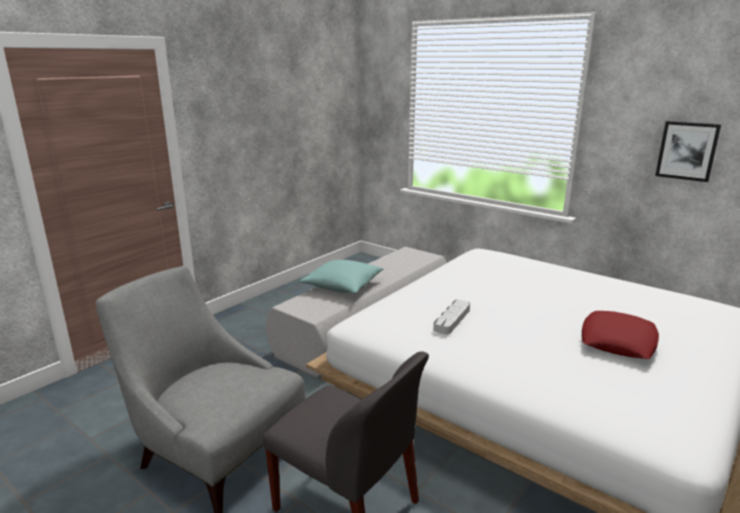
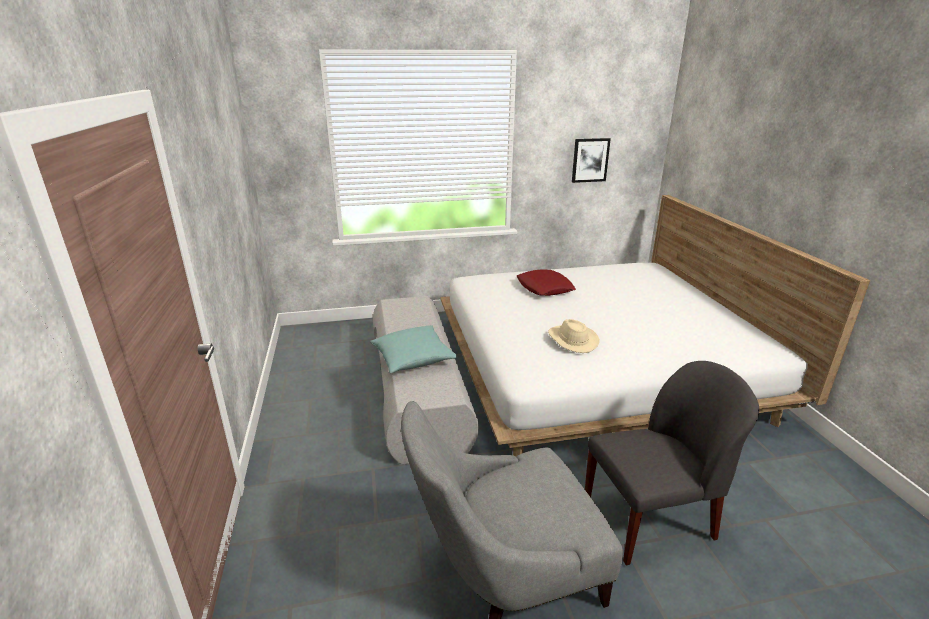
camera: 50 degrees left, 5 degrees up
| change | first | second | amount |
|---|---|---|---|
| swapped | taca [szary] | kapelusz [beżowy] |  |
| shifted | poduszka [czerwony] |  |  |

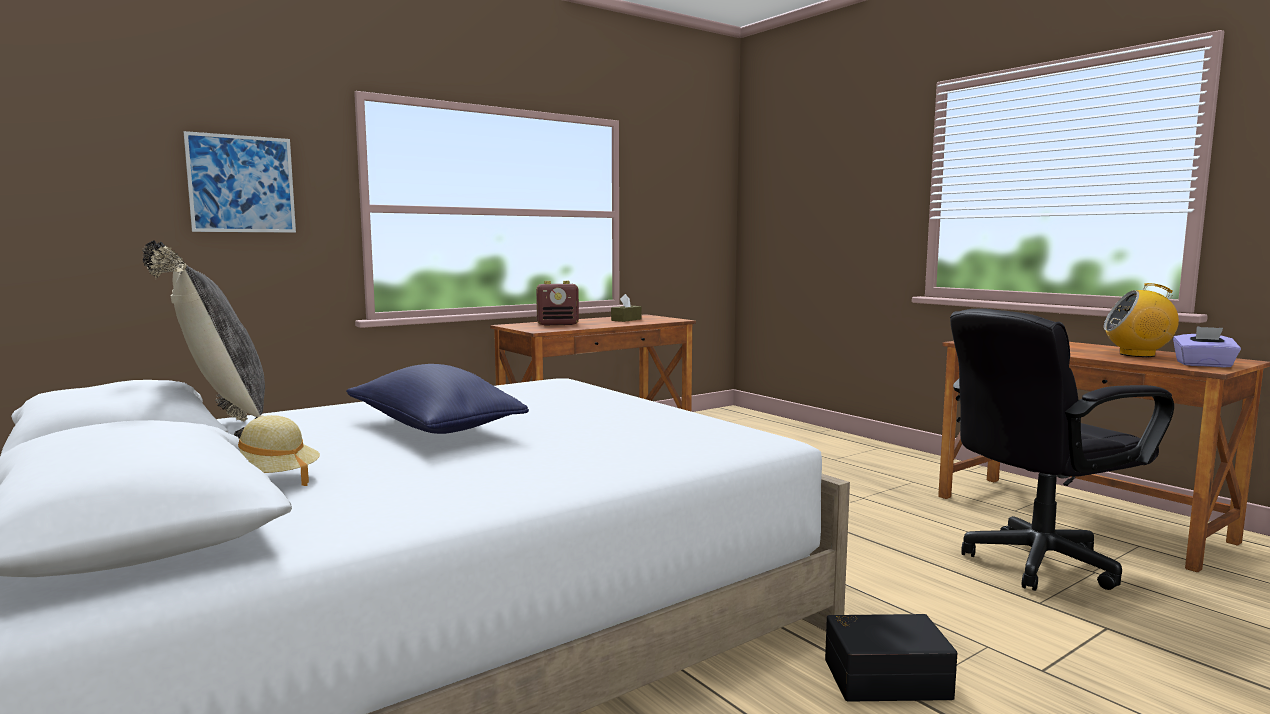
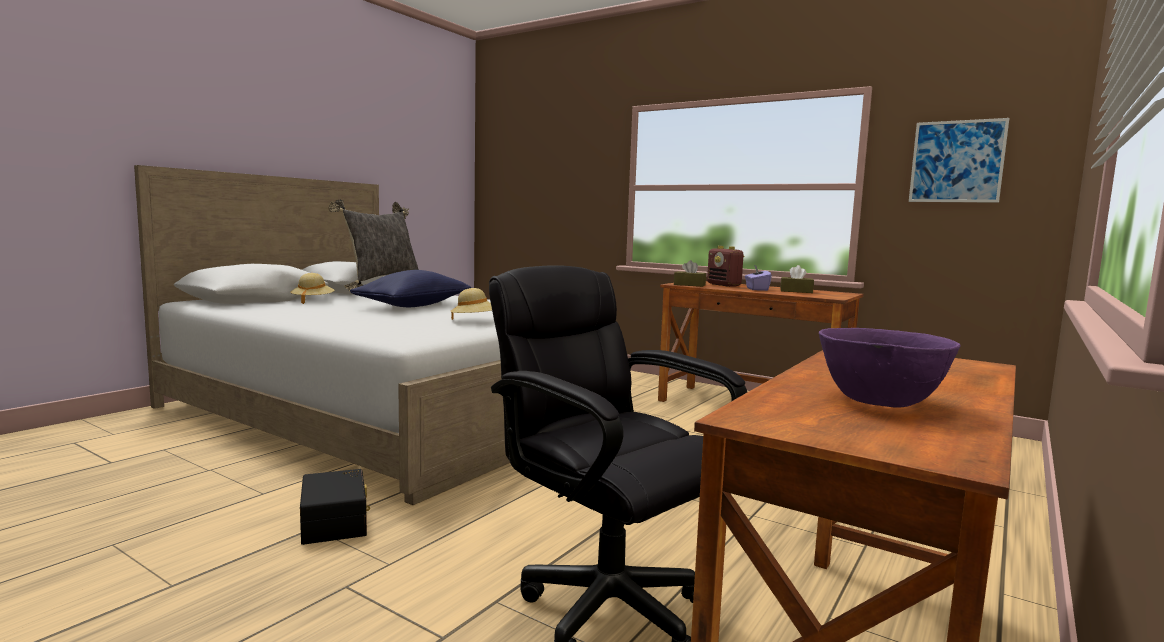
camera: 70 degrees right, 0 degrees up
| change | first | second | amount |
|---|---|---|---|
| shifted | obraz |  |  |
| swapped | radio (no. 2 from left) | miska [fioletowy] |  |
| shifted | pudełko chusteczek [fioletowy] |  |  |
| new |  | pudełko chusteczek [brązowy] (no. 1 from left) |  |
| new |  | kapelusz [beżowy] (no. 2 from left) |  |

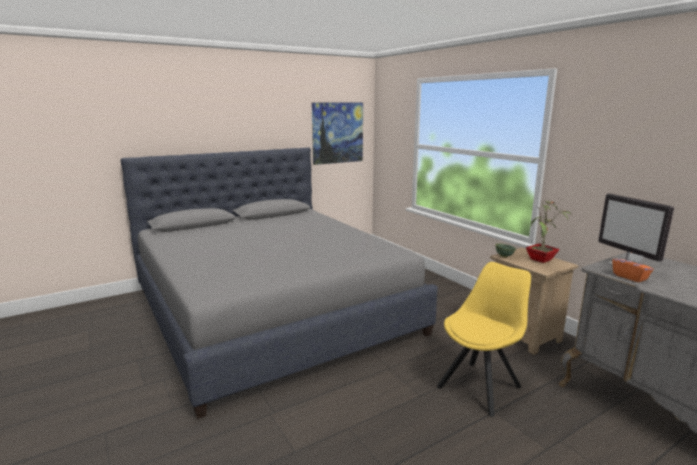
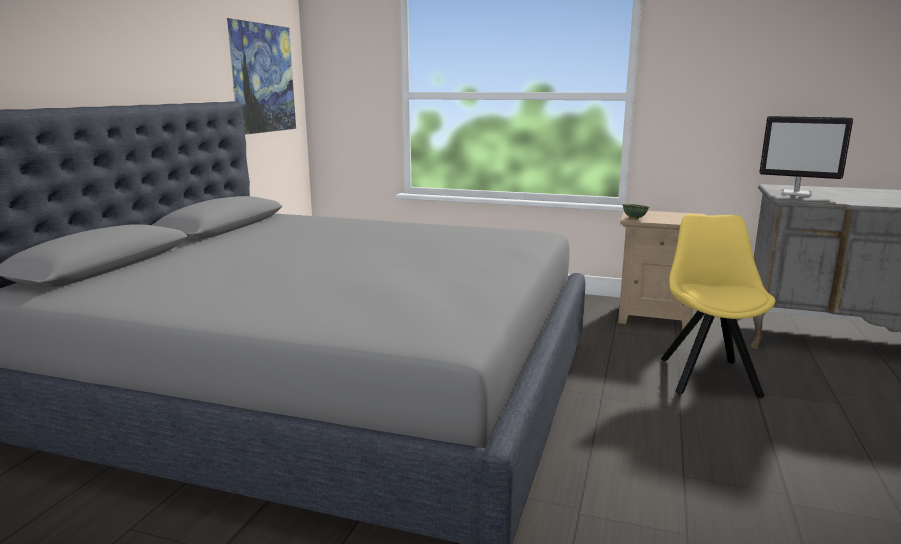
camera: 40 degrees left, 0 degrees up
| change | first | second | amount |
|---|---|---|---|
| gone | roślina doniczkowa |  |  |
| gone | pudełko chusteczek [pomarańczowy] |  |  |

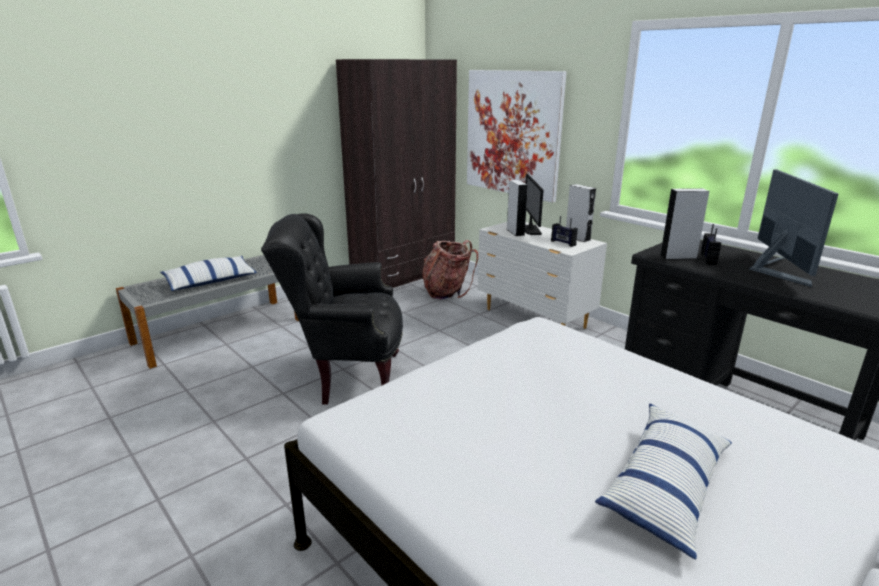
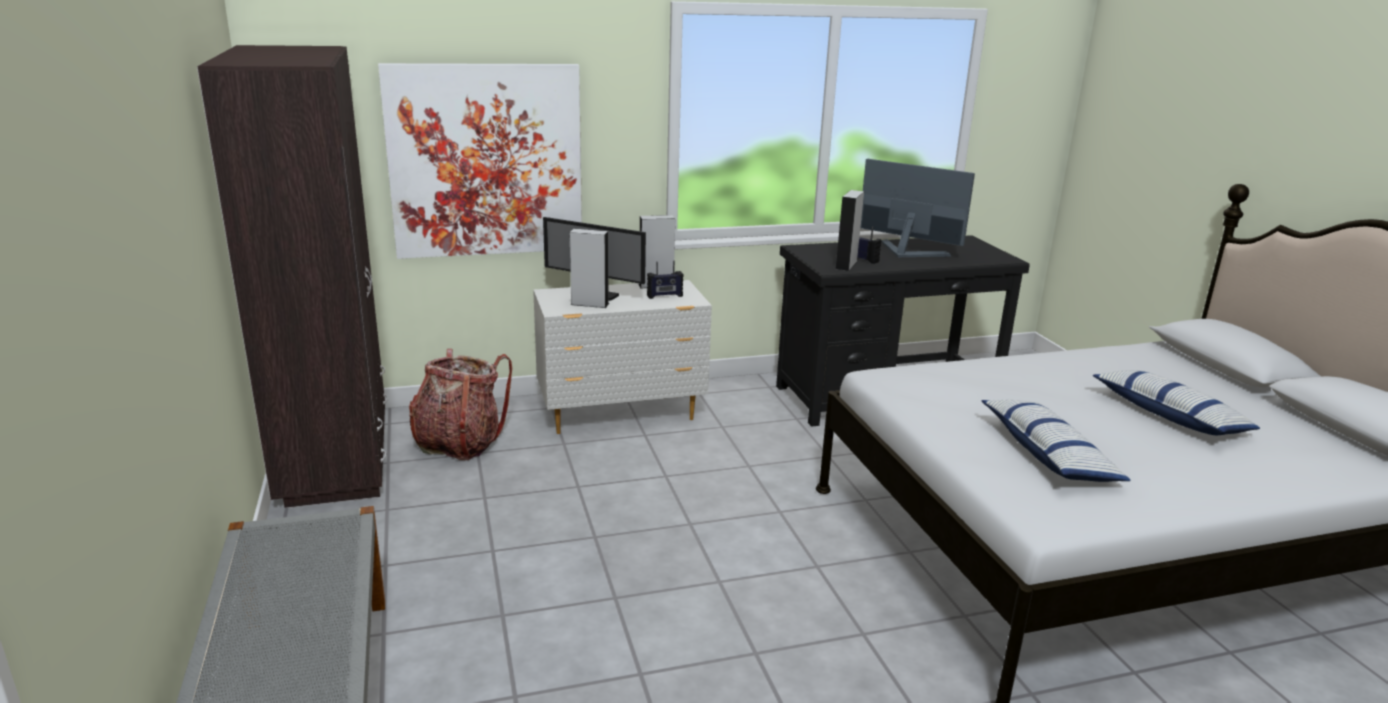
camera: 65 degrees left, 0 degrees up
| change | first | second | amount |
|---|---|---|---|
| gone | fotel [czarny] |  |  |
| shifted | poduszka (no. 1 from left) |  |  |

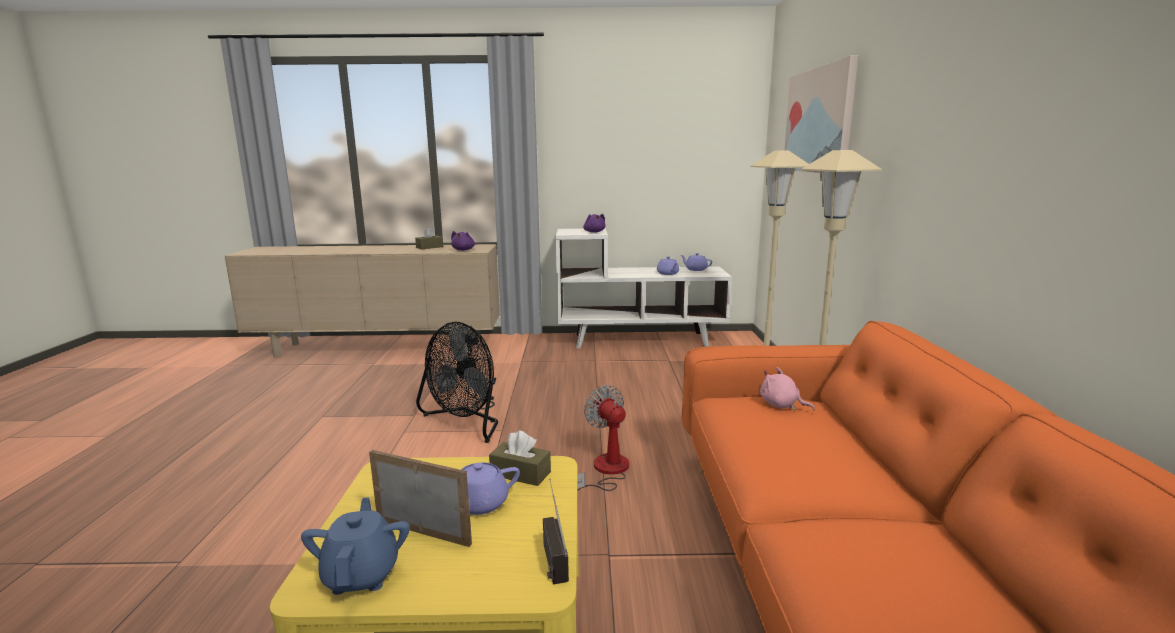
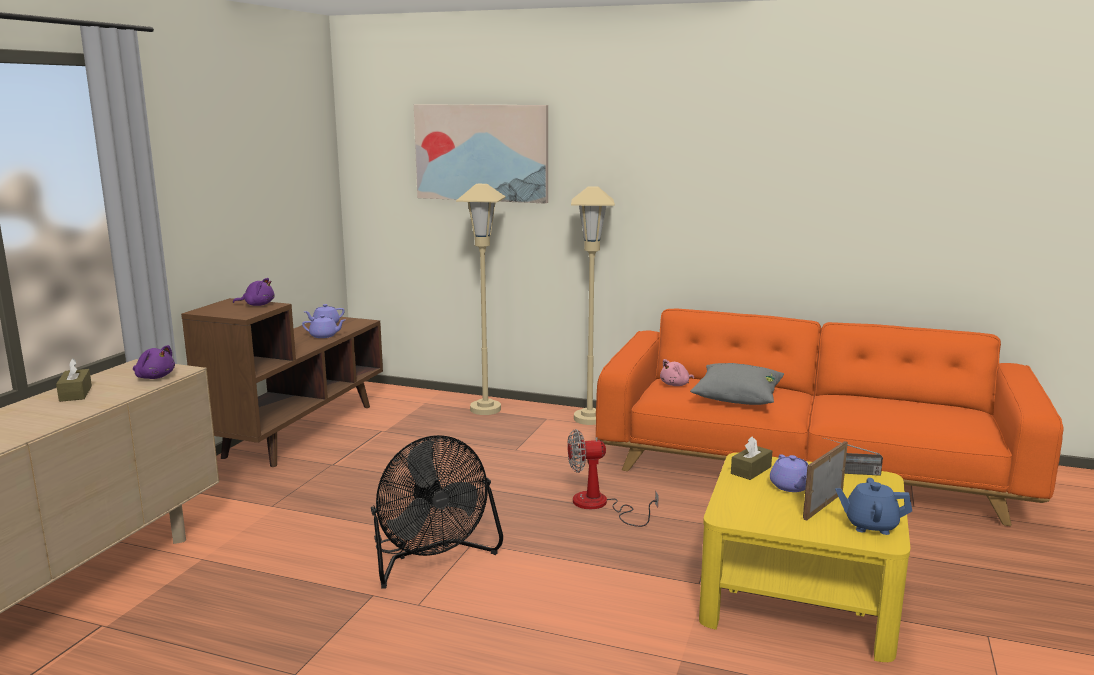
camera: 70 degrees left, 0 degrees up
| change | first | second | amount |
|---|---|---|---|
| repainted | szafka pod telewizor [biały] | szafka pod telewizor [brązowy] |  |
| new |  | poduszka [szary] |  |

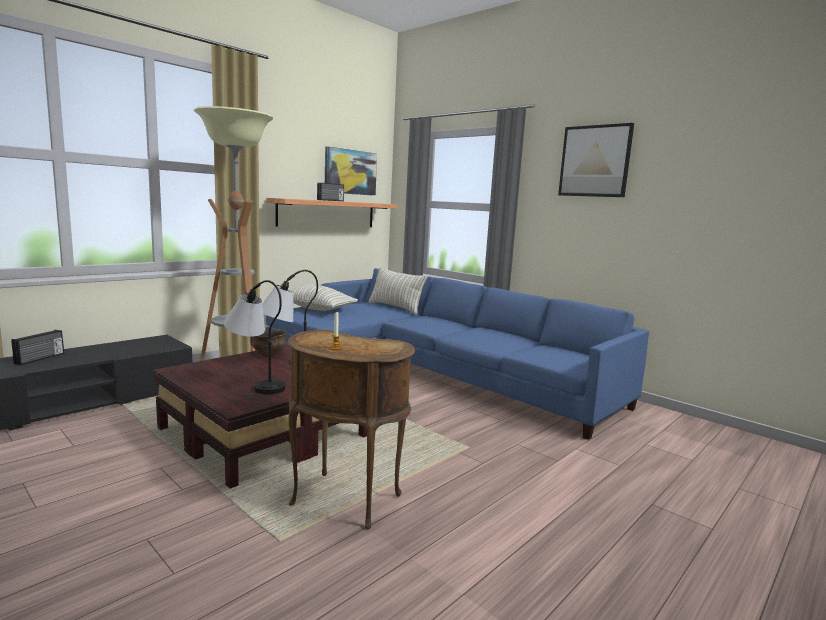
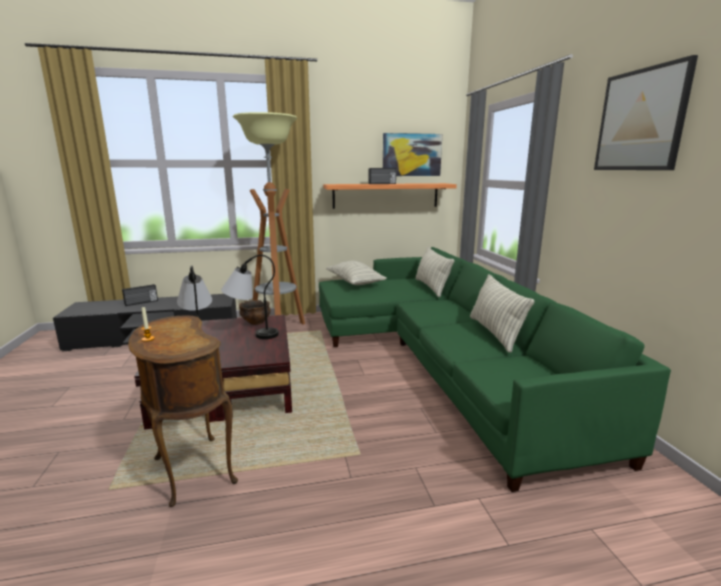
camera: 35 degrees right, 5 degrees up
| change | first | second | amount |
|---|---|---|---|
| repainted | kanapa [niebieski] | kanapa [zielony] |  |
| new |  | poduszka (no. 3 from left) |  |

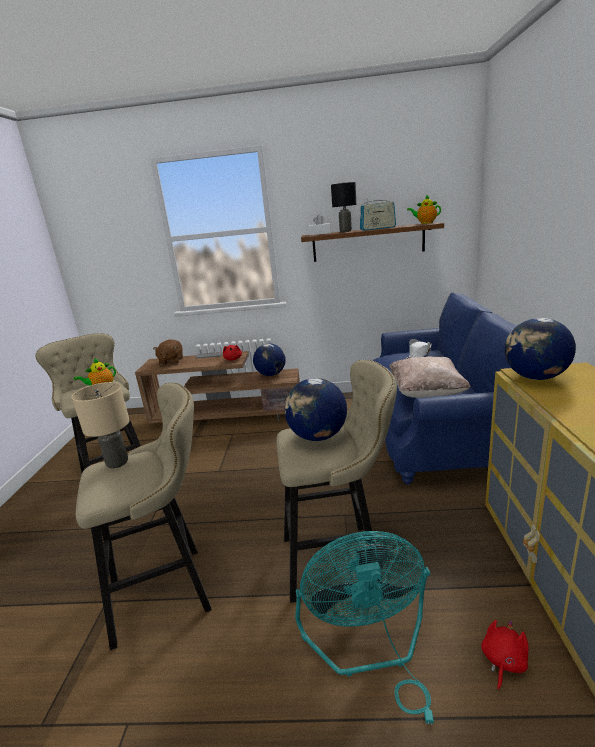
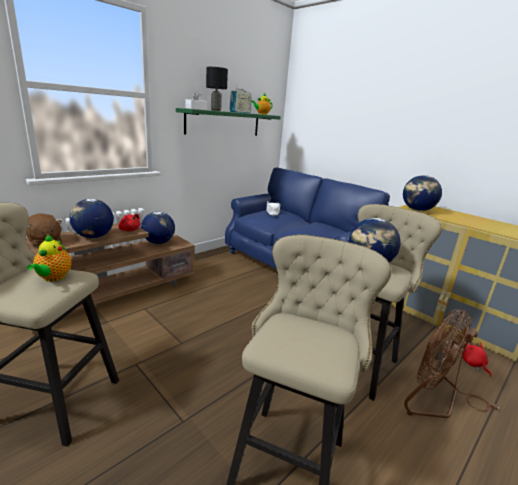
camera: 50 degrees left, 0 degrees up
| change | first | second | amount |
|---|---|---|---|
| repainted | półka [brązowy] | półka [zielony] |  |
| gone | poduszka [beżowy] |  |  |
| gone | lampa stołowa [beżowy] |  |  |
| repainted | wentylator [turkusowy] | wentylator [brązowy] |  |
| new |  | globus (no. 1 from left) |  |

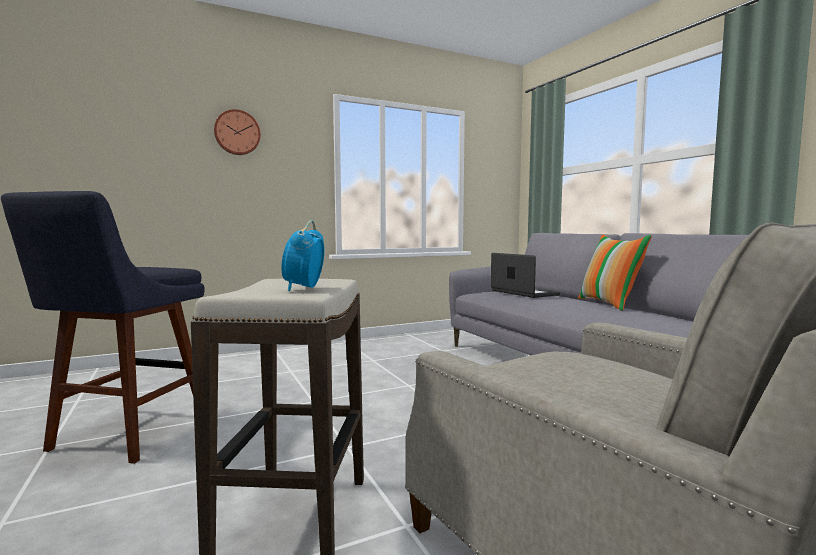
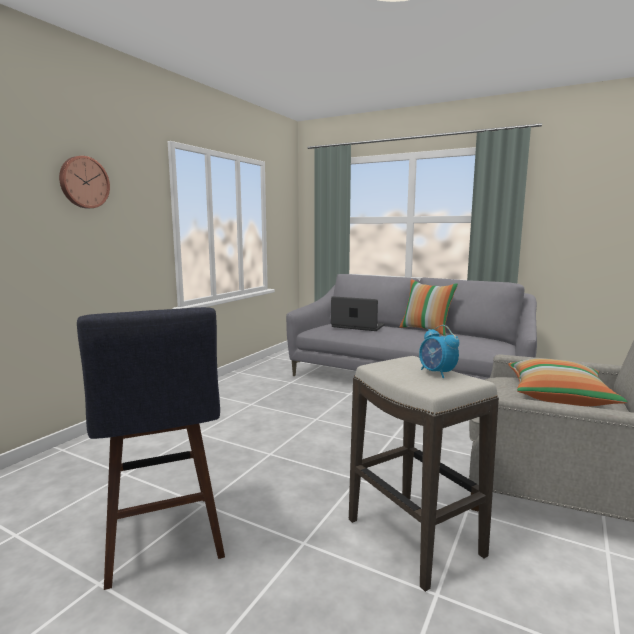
camera: 35 degrees left, 5 degrees up
| change | first | second | amount |
|---|---|---|---|
| new |  | poduszka (no. 2 from left) |  |

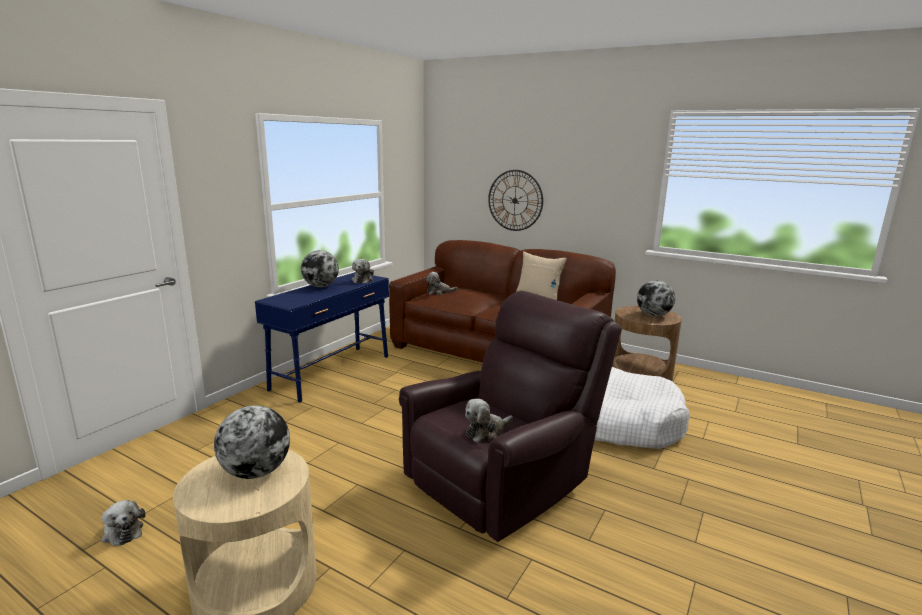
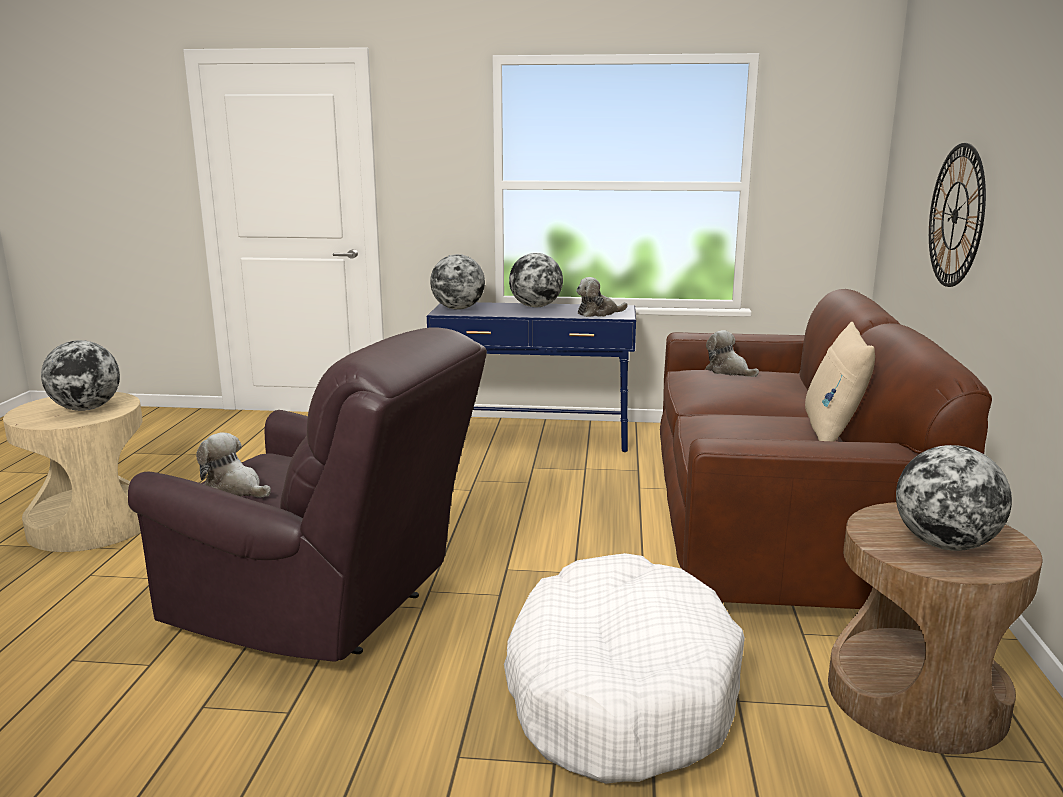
camera: 65 degrees right, 0 degrees up
| change | first | second | amount |
|---|---|---|---|
| gone | pluszak (no. 1 from left) |  |  |
| new |  | globus (no. 2 from left) |  |

